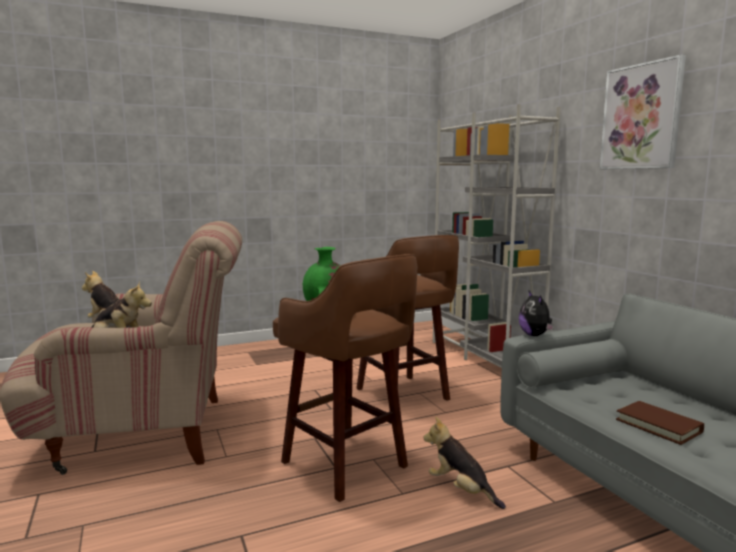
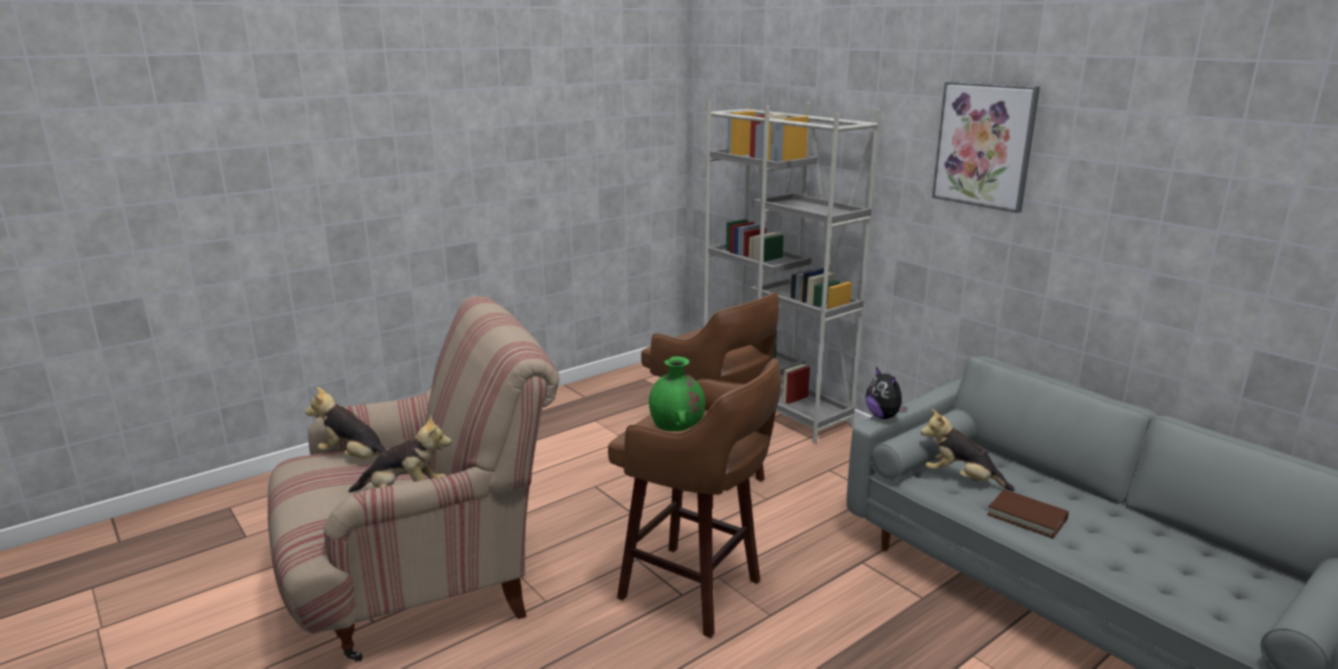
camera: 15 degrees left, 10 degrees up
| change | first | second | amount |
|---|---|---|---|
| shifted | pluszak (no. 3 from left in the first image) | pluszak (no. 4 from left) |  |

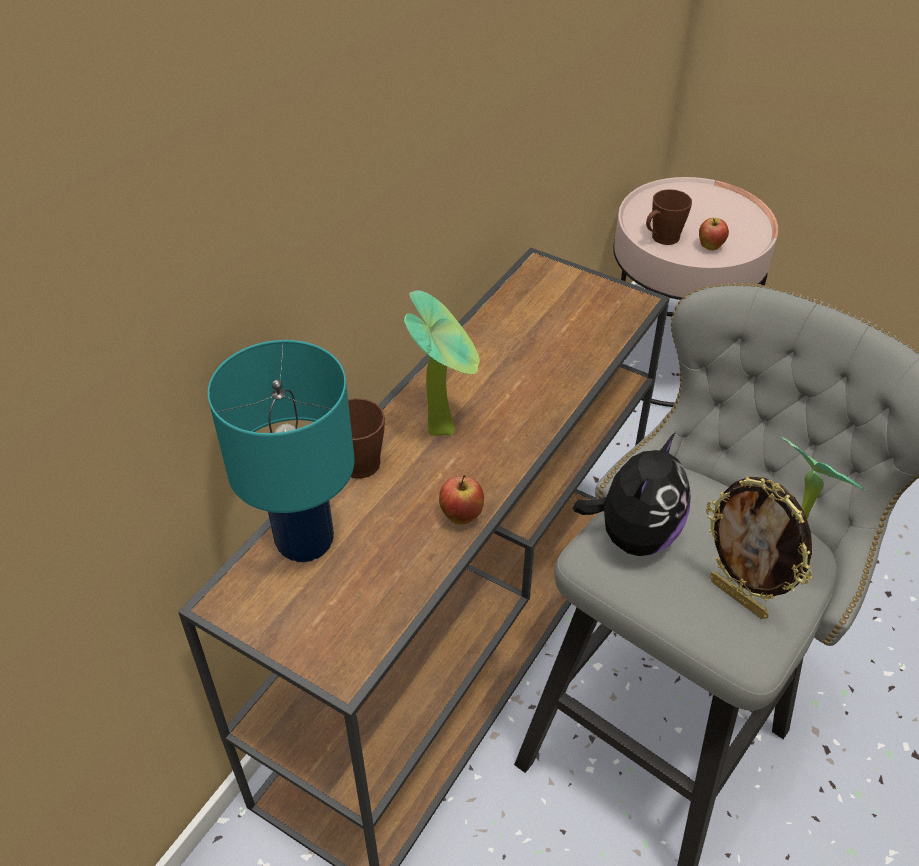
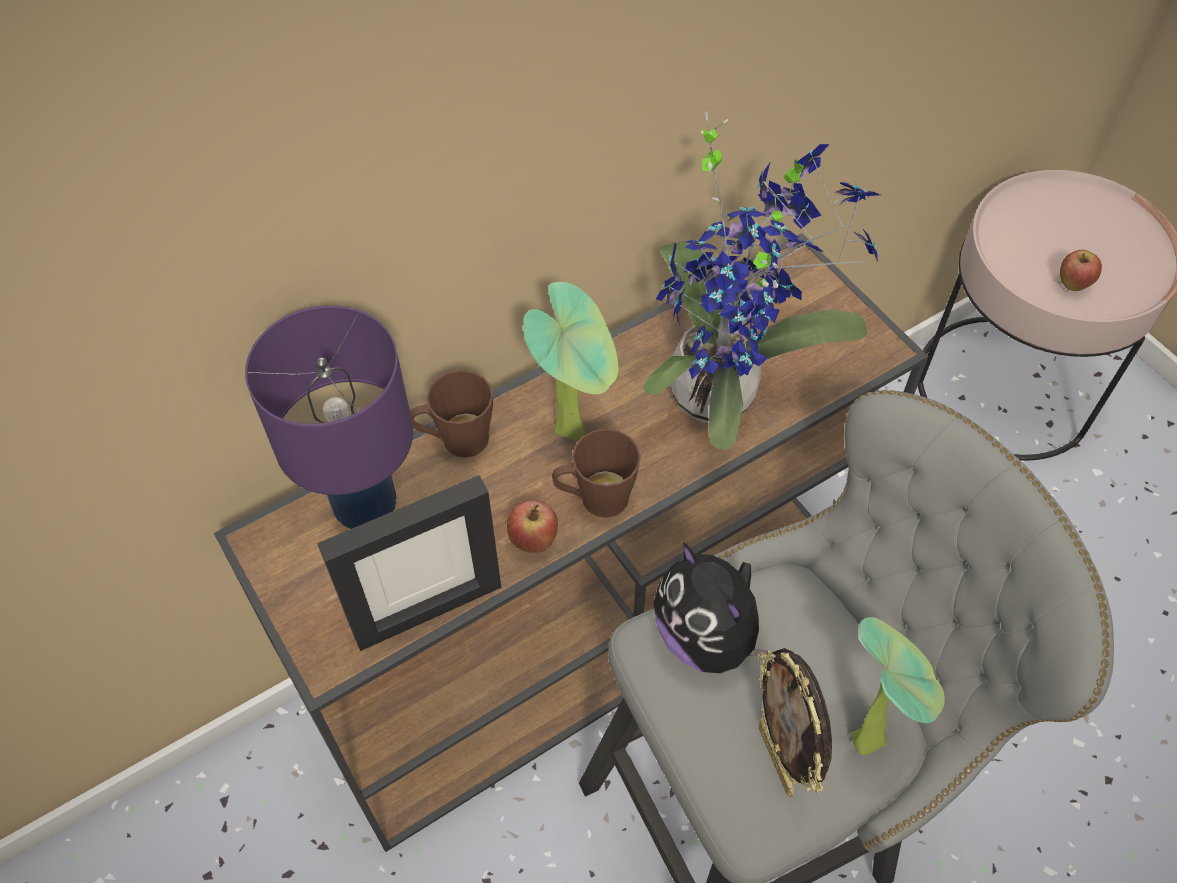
camera: 25 degrees right, 10 degrees up
| change | first | second | amount |
|---|---|---|---|
| shifted | kubek [brązowy] (no. 2 from left) |  |  |
| repainted | lampa stołowa [turkusowy] | lampa stołowa [fioletowy] |  |
| rotated | pluszak |  | 90 degrees clockwise |
| new |  | roślina doniczkowa (no. 2 from left) |  |
| new |  | ramka na zdjęcie (no. 1 from left) |  |

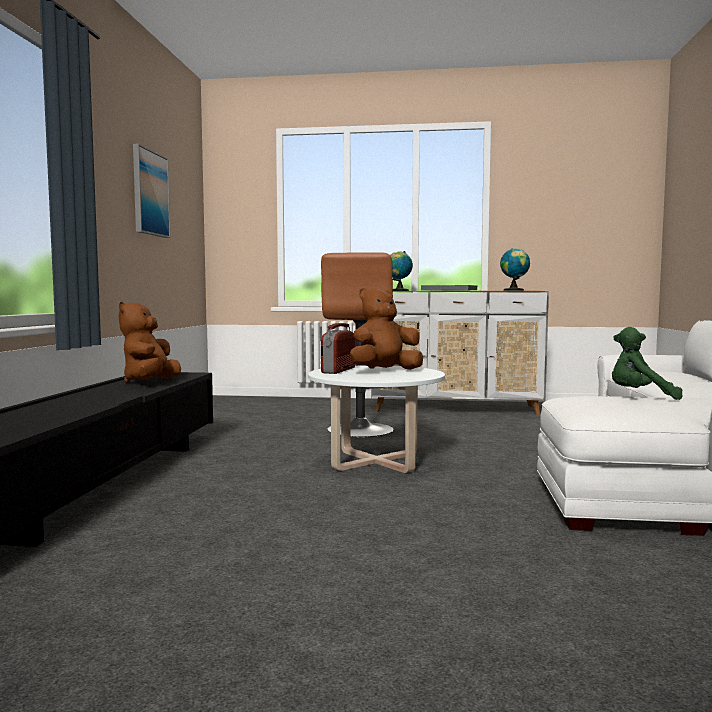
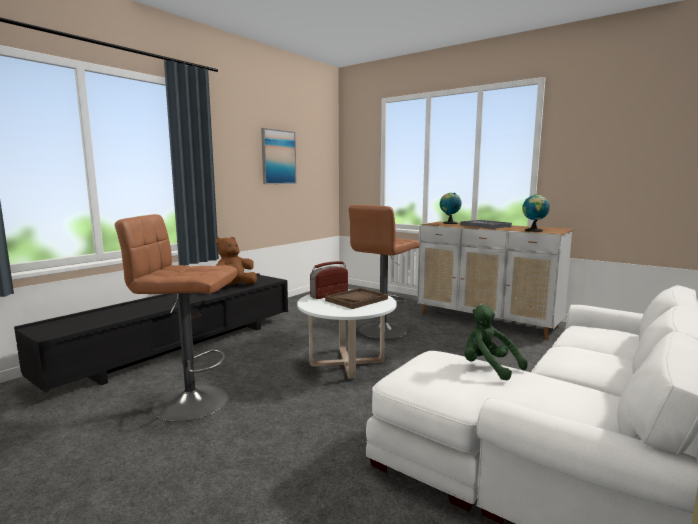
camera: 30 degrees right, 5 degrees up
| change | first | second | amount |
|---|---|---|---|
| swapped | pluszak [brązowy] (no. 2 from left) | taca [brązowy] |  |
| new |  | stołek [brązowy] (no. 1 from left) |  |

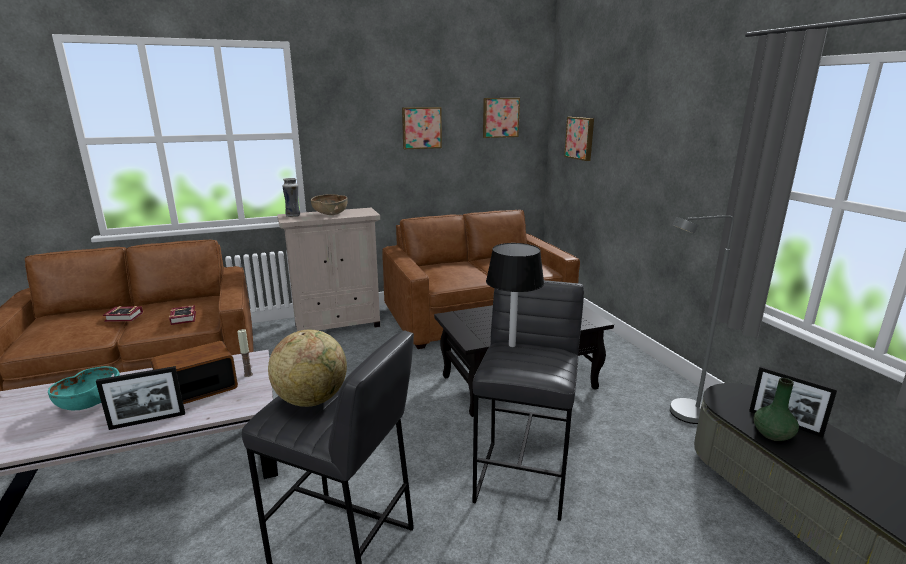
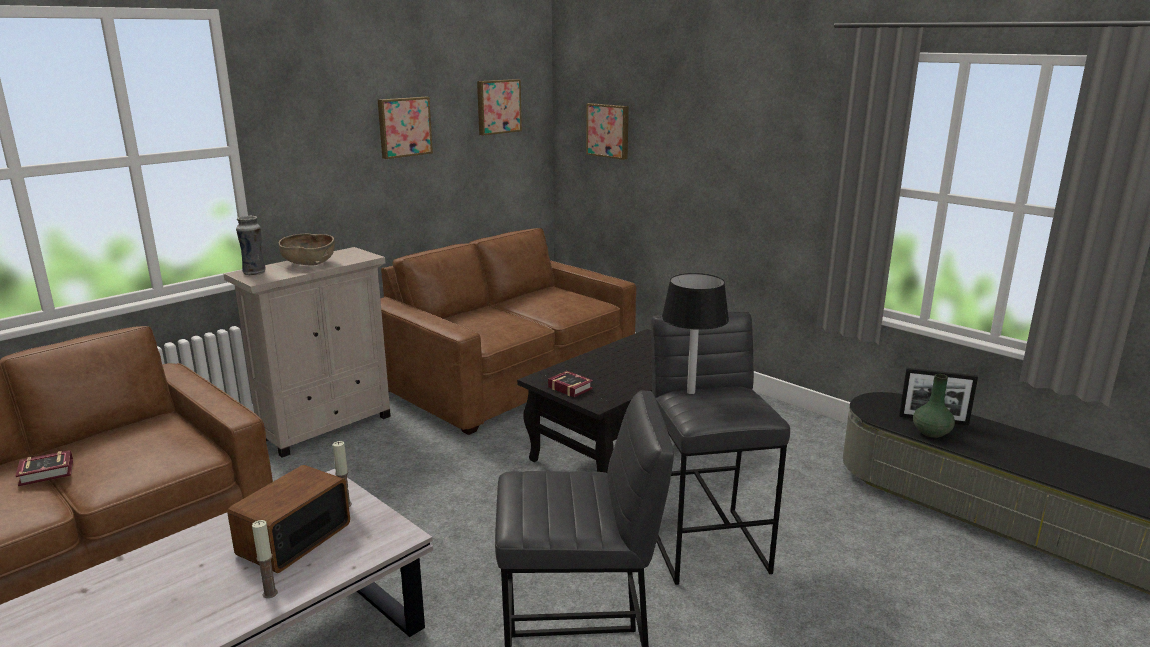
camera: 25 degrees left, 0 degrees up
| change | first | second | amount |
|---|---|---|---|
| gone | lampa stojąca [szary] |  |  |
| shifted | książka (no. 2 from left) |  |  |
| gone | globus |  |  |
| gone | miska [turkusowy] |  |  |
| swapped | ramka na zdjęcie (no. 1 from left) | świeca (no. 1 from left) |  |

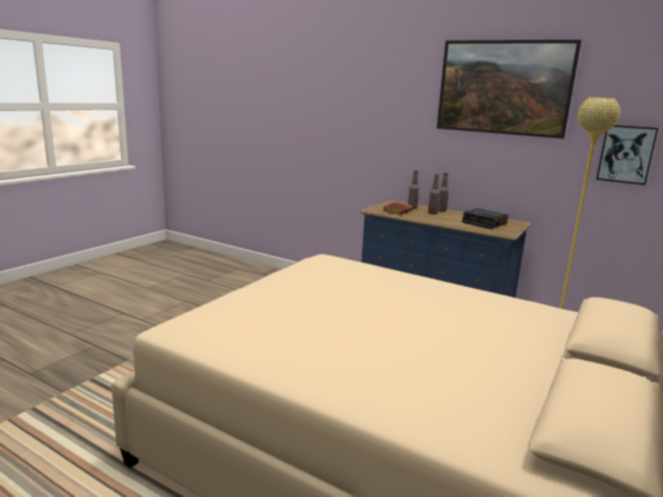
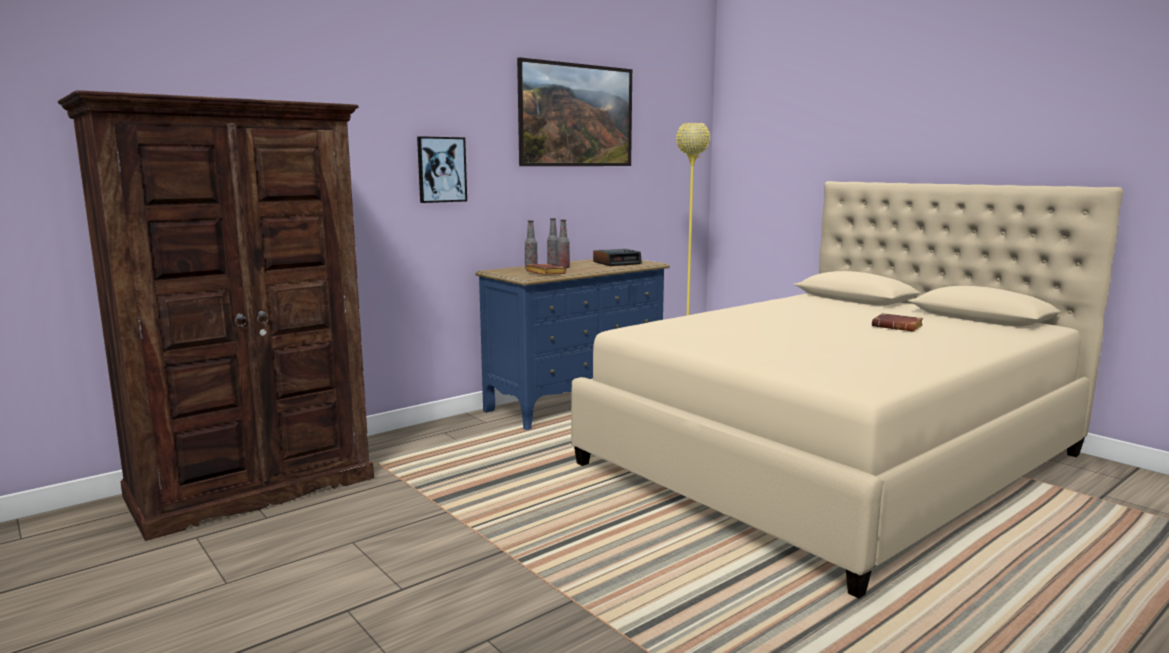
camera: 70 degrees left, 5 degrees down
| change | first | second | amount |
|---|---|---|---|
| shifted | obraz (no. 2 from left in the first image) | obraz (no. 1 from left) |  |
| new |  | szafa [brązowy] |  |
| new |  | książka [brązowy] (no. 2 from left) |  |

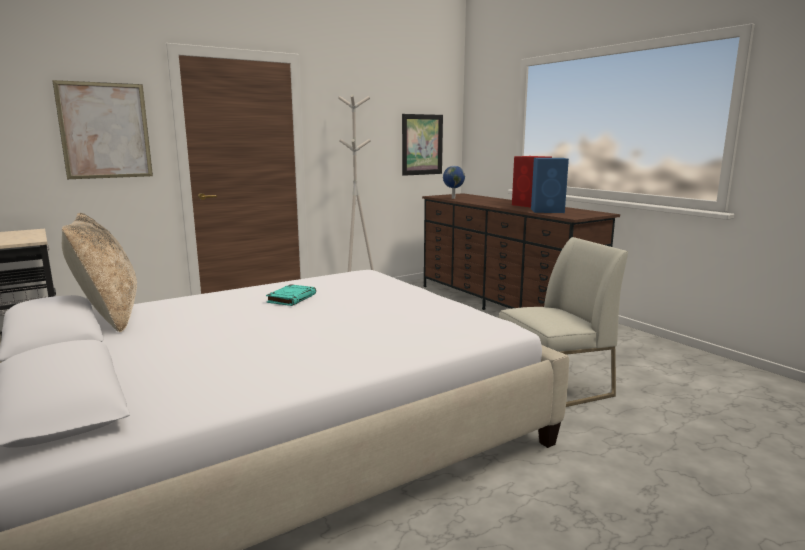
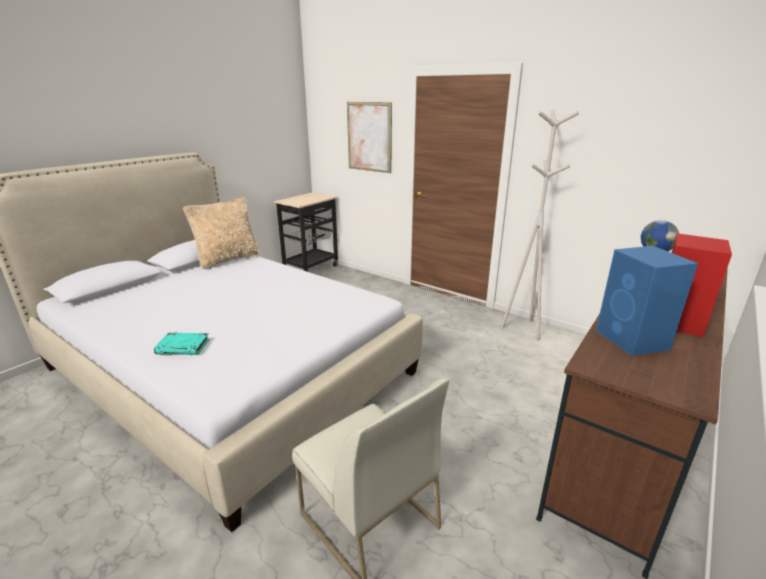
camera: 70 degrees right, 10 degrees up
| change | first | second | amount |
|---|---|---|---|
| gone | obraz (no. 2 from left) |  |  |
| shifted | książka [turkusowy] |  |  |

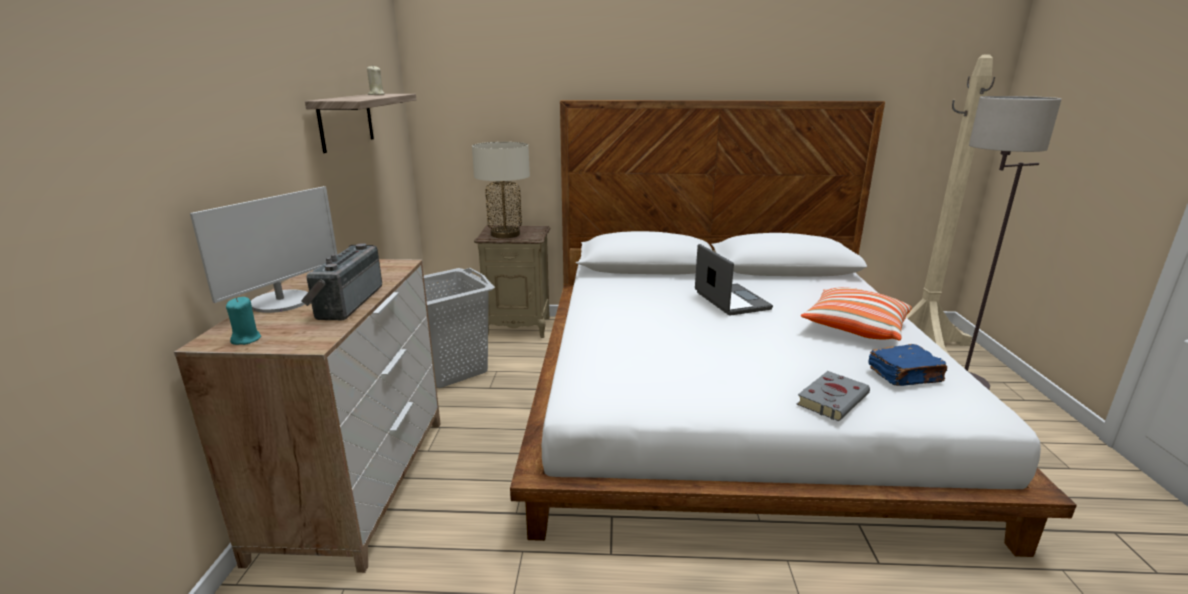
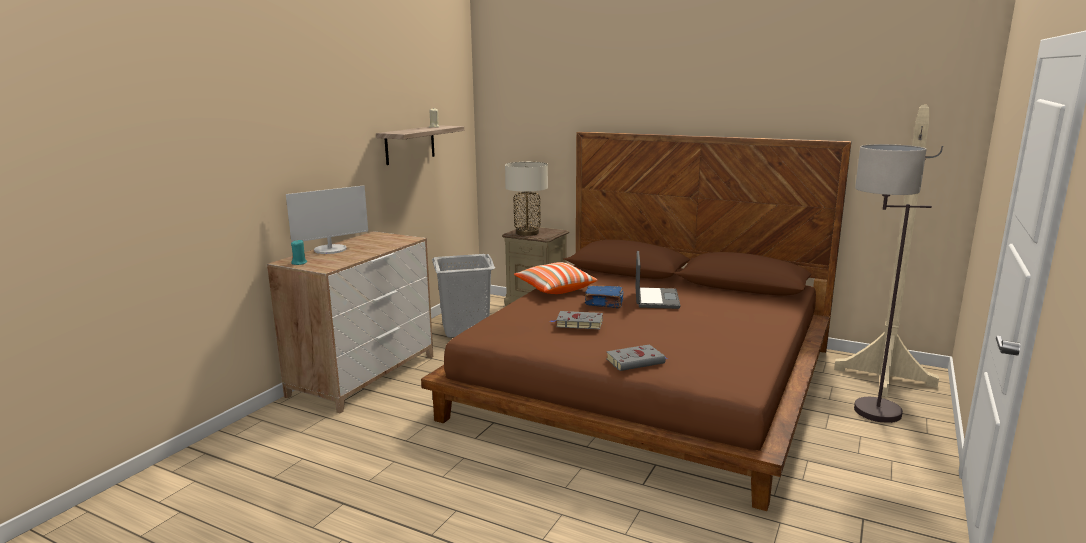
camera: 25 degrees right, 5 degrees down
| change | first | second | amount |
|---|---|---|---|
| repainted | łóżko [biały] | łóżko [brązowy] |  |
| gone | radio |  |  |
| shifted | poduszka |  |  |
| shifted | książka [niebieski] |  |  |
| new |  | książka [szary] (no. 1 from left) |  |

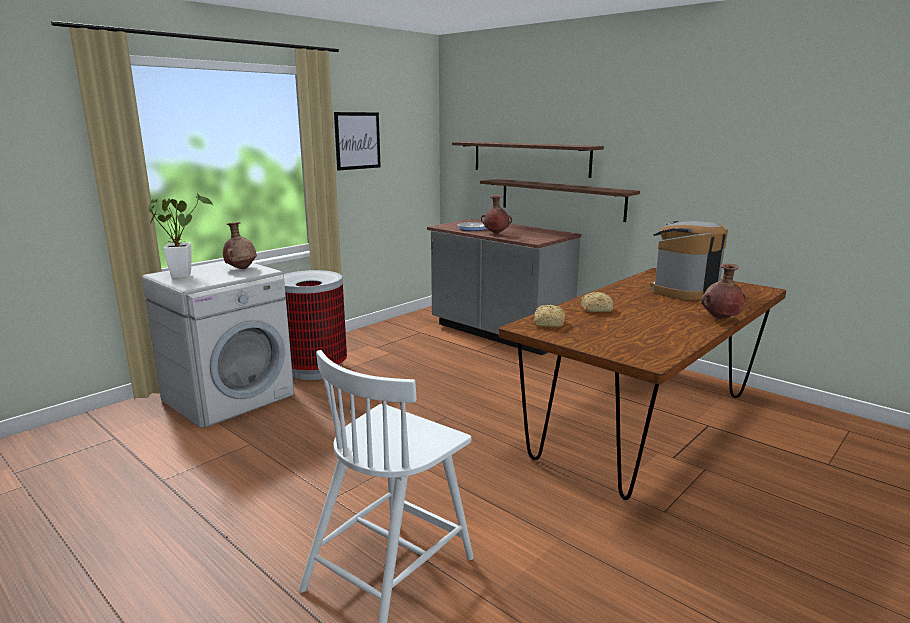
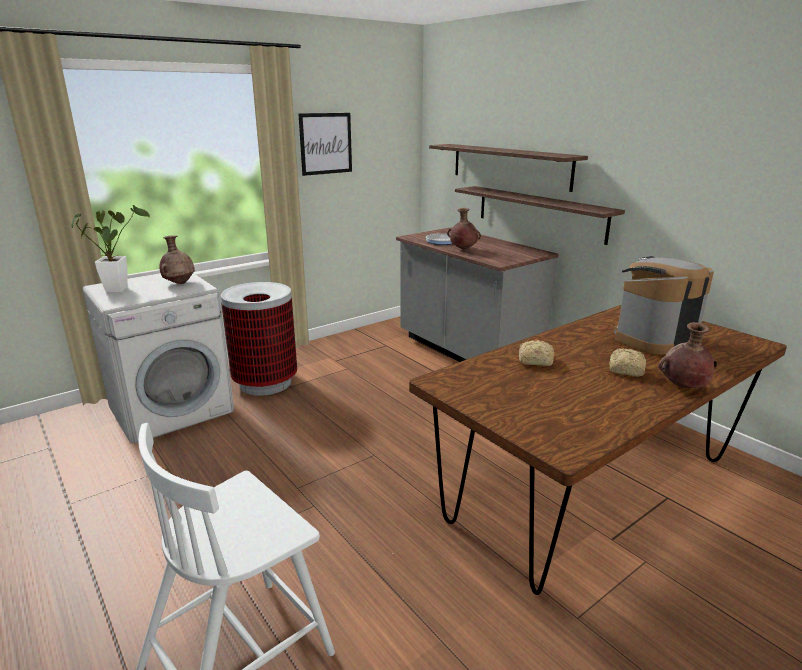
camera: 10 degrees right, 5 degrees up
| change | first | second | amount |
|---|---|---|---|
| shifted | chleb (no. 1 from left in the first image) | chleb (no. 2 from left) |  |

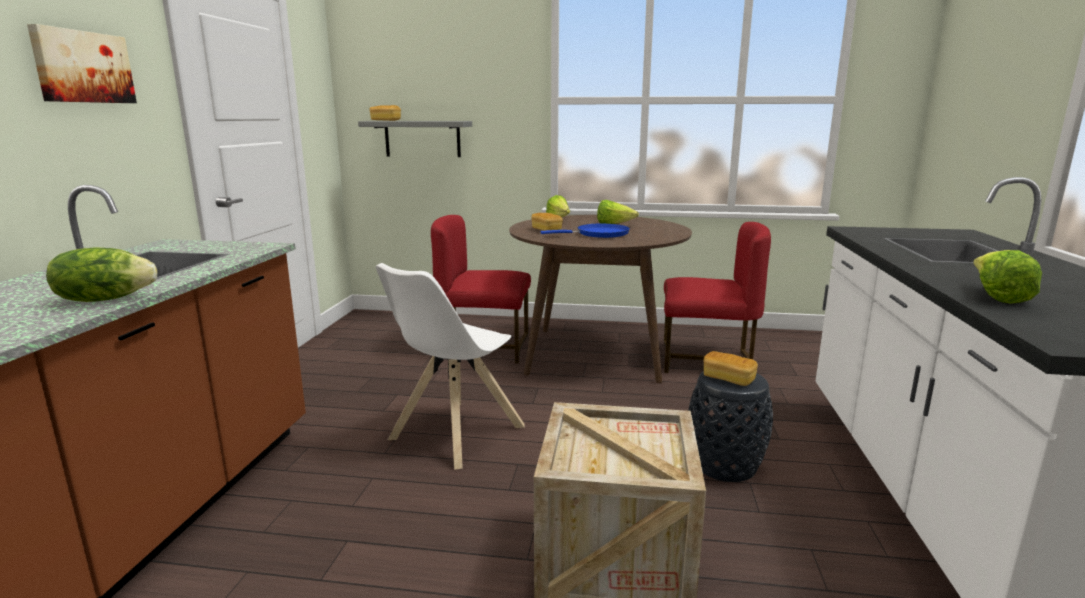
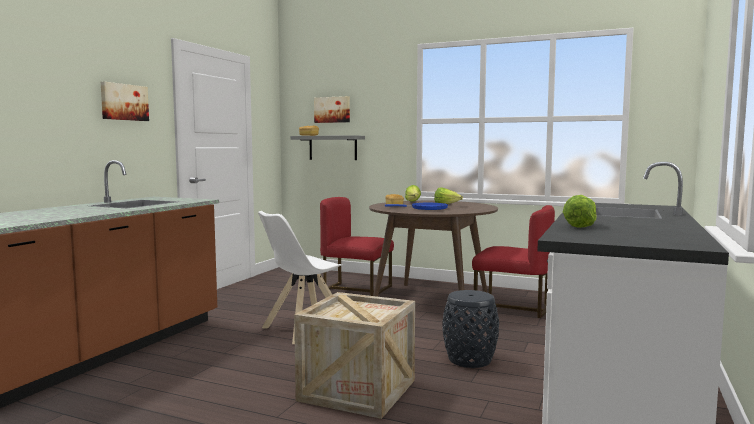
camera: 15 degrees right, 10 degrees down
| change | first | second | amount |
|---|---|---|---|
| gone | sałata (no. 1 from left) |  |  |
| gone | chleb (no. 3 from left) |  |  |
| new |  | obraz (no. 2 from left) |  |

